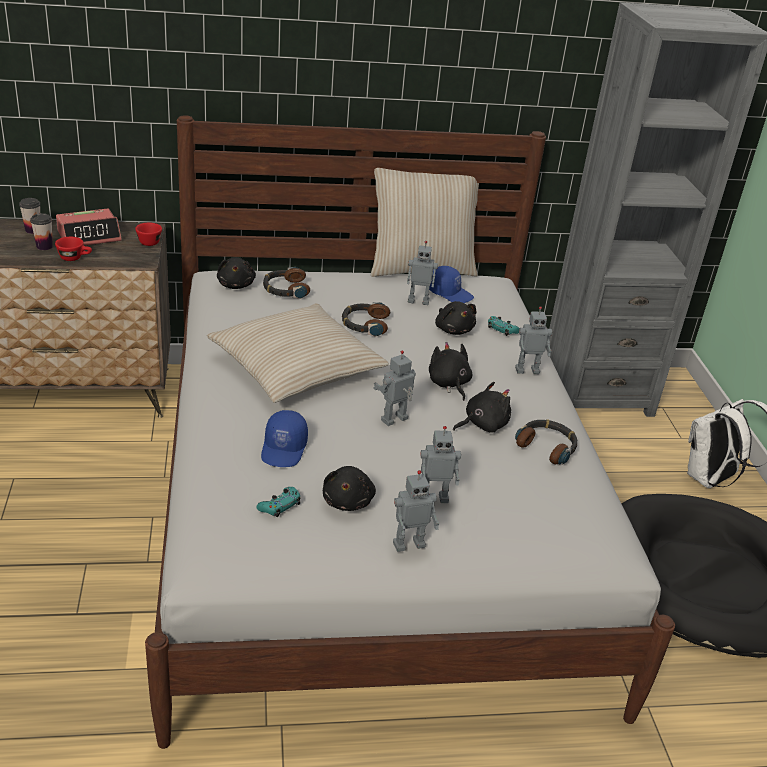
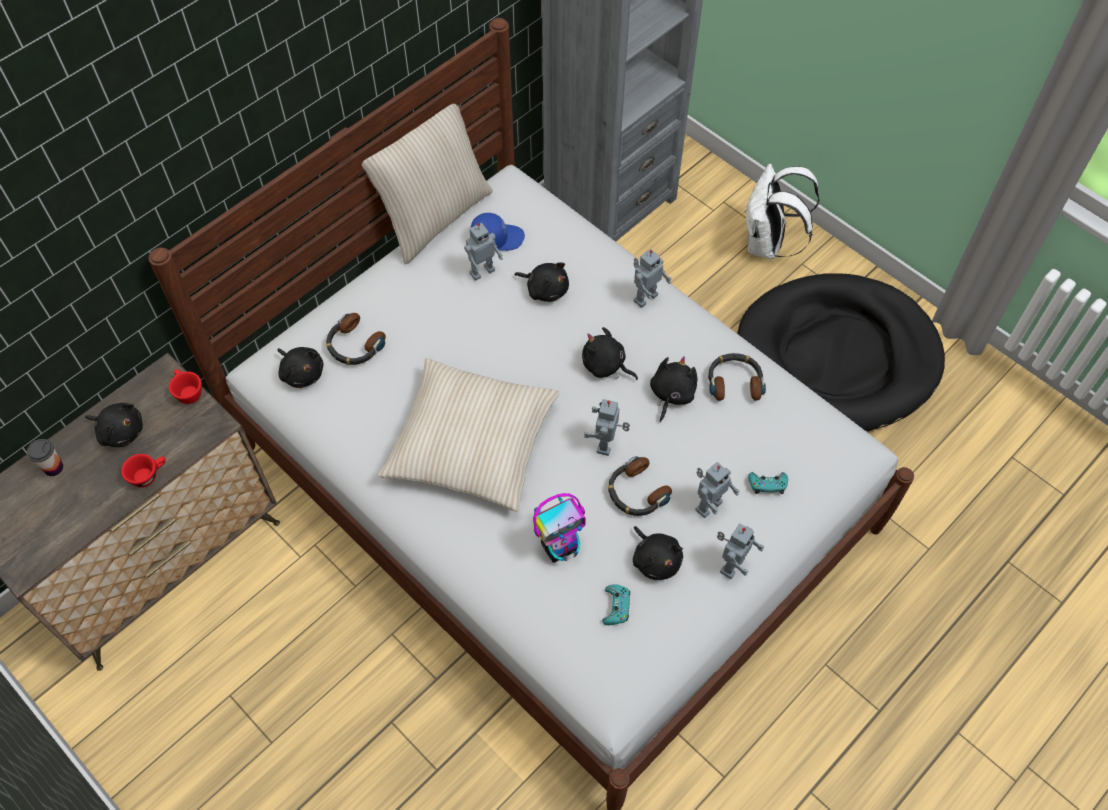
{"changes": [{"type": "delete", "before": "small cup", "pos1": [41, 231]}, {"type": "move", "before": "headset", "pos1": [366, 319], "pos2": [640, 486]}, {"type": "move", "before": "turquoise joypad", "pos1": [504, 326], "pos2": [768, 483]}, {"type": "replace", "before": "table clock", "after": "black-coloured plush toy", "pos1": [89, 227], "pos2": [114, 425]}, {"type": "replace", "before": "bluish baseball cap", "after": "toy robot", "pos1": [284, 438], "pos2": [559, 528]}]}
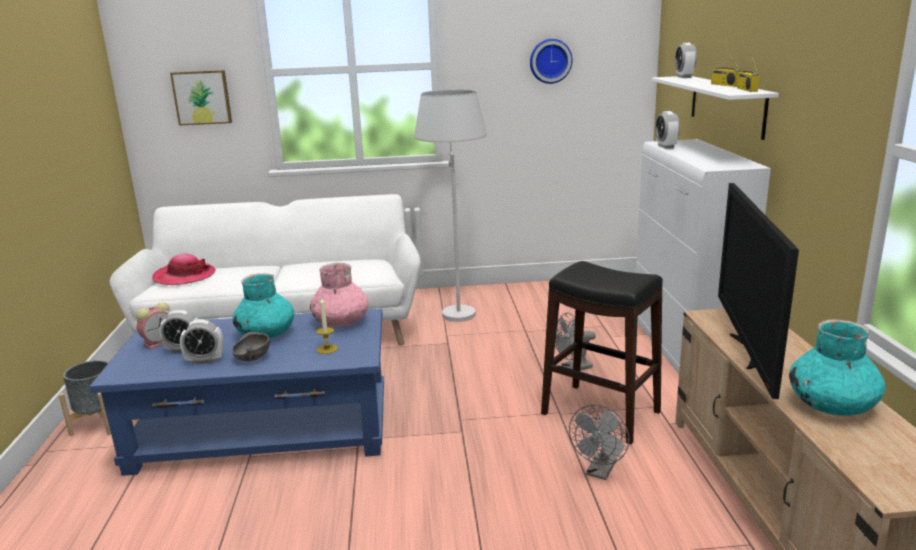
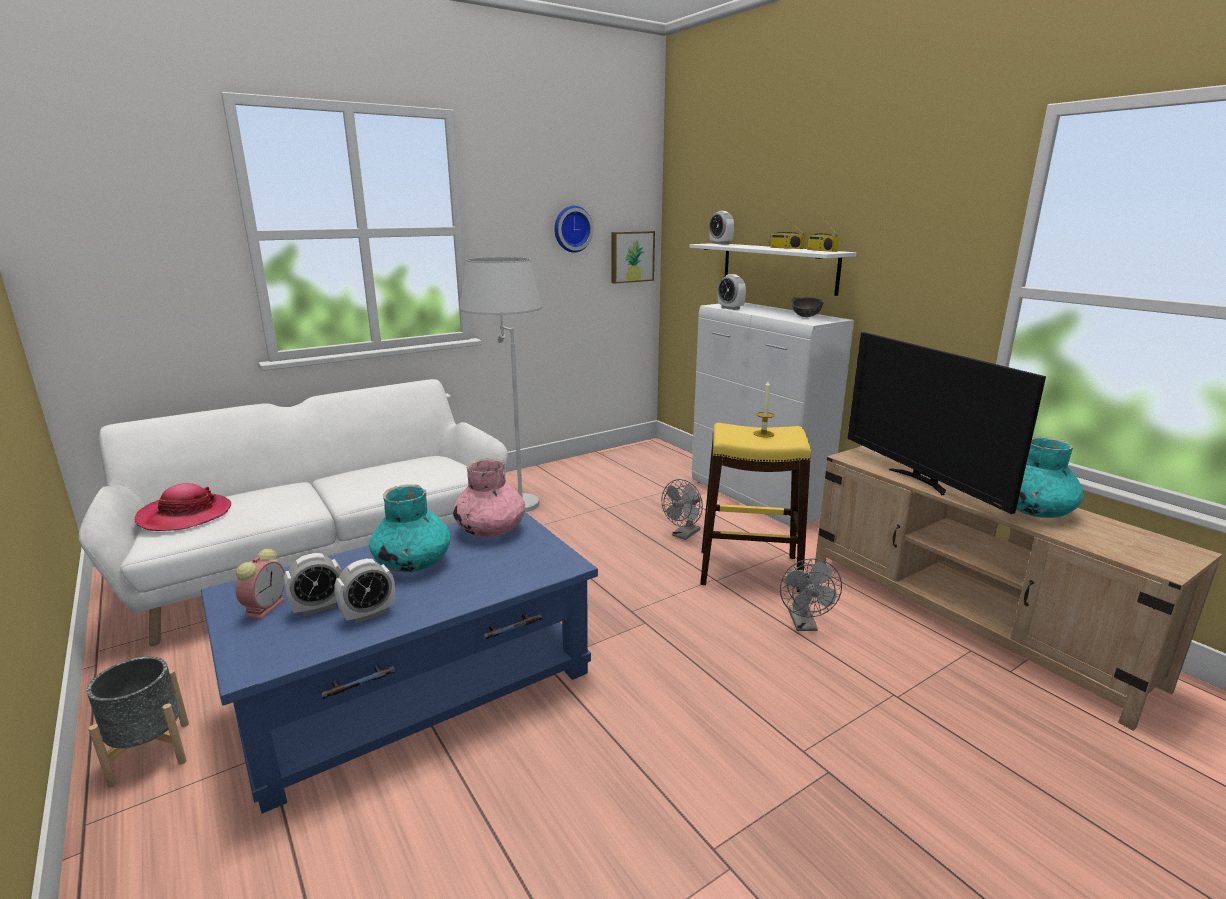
{"changes": [{"type": "move", "before": "wall picture", "pos1": [201, 98], "pos2": [633, 257]}, {"type": "move", "before": "greyish serving bowl", "pos1": [251, 346], "pos2": [808, 307]}, {"type": "move", "before": "candle", "pos1": [327, 325], "pos2": [764, 409]}, {"type": "recolor", "before": "black-coloured sitting stool", "after": "yellowish sitting stool", "pos1": [602, 352], "pos2": [755, 507]}]}
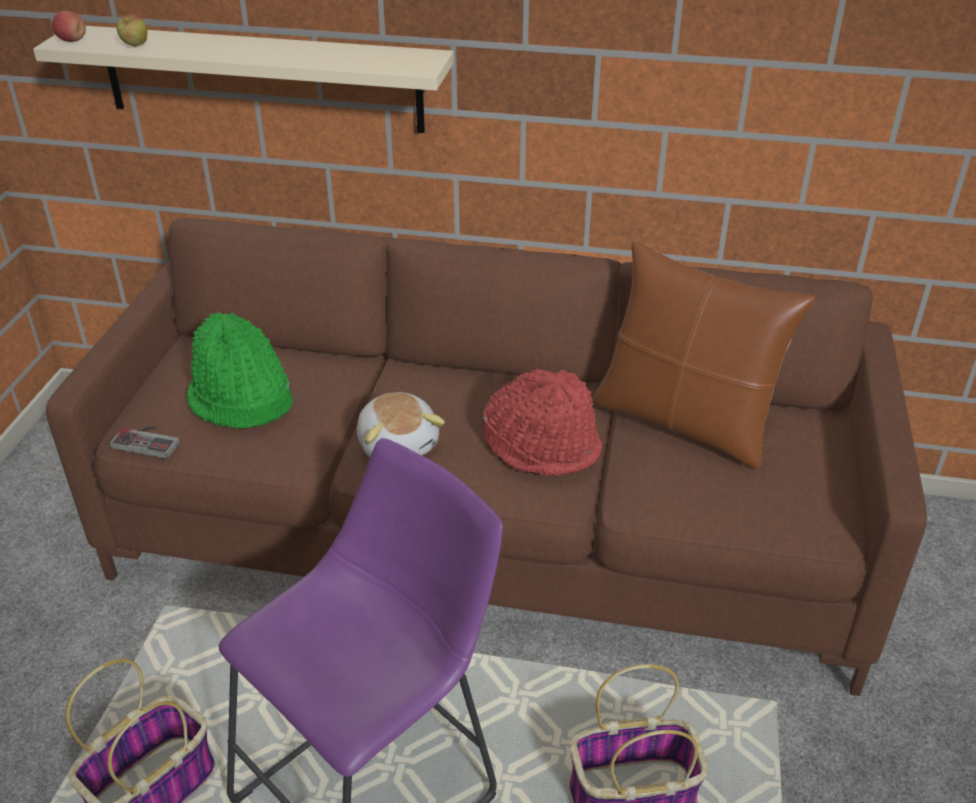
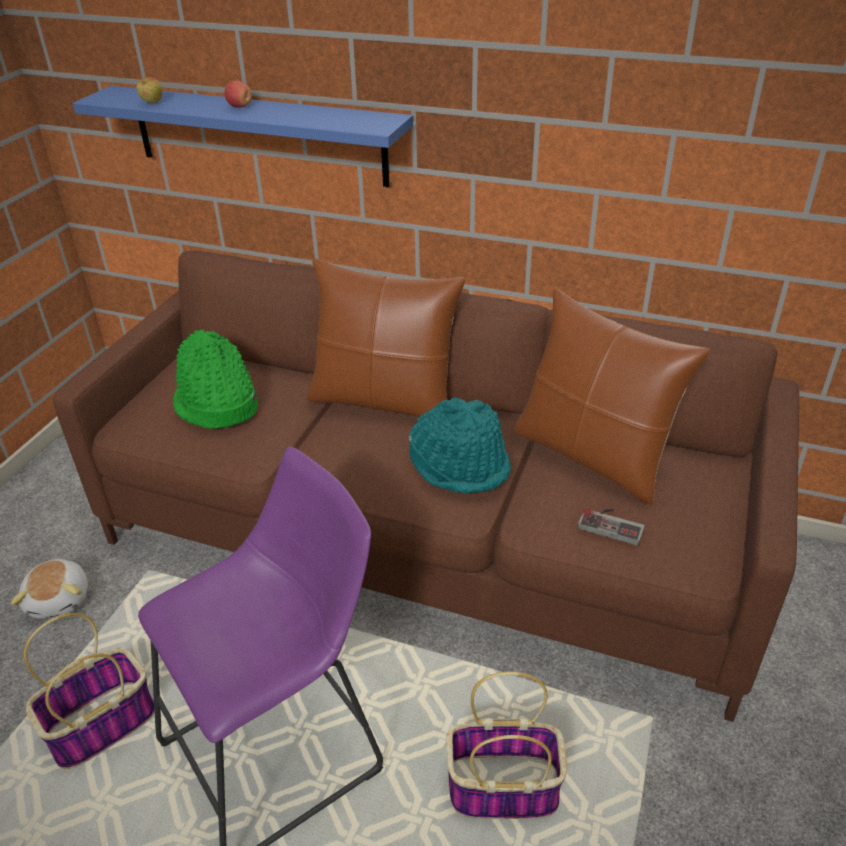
{"changes": [{"type": "insert", "after": "brown pillow", "pos2": [386, 337]}, {"type": "move", "before": "apple", "pos1": [69, 26], "pos2": [238, 94]}, {"type": "move", "before": "joypad", "pos1": [145, 442], "pos2": [611, 527]}, {"type": "move", "before": "plush toy", "pos1": [401, 424], "pos2": [49, 589]}, {"type": "recolor", "before": "beige-coloured wall shelf", "after": "bluish wall shelf", "pos1": [243, 79], "pos2": [243, 136]}, {"type": "recolor", "before": "reddish hat", "after": "turquoise hat", "pos1": [542, 422], "pos2": [459, 445]}]}
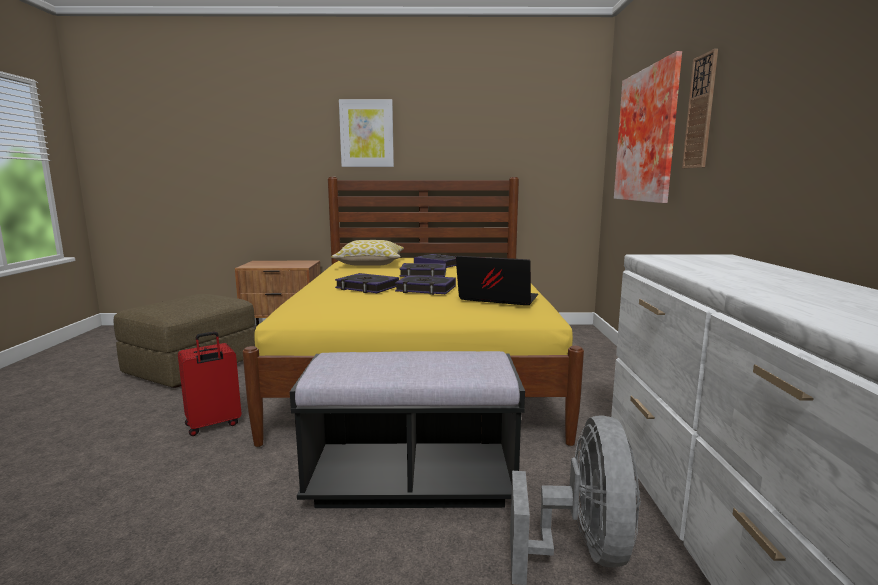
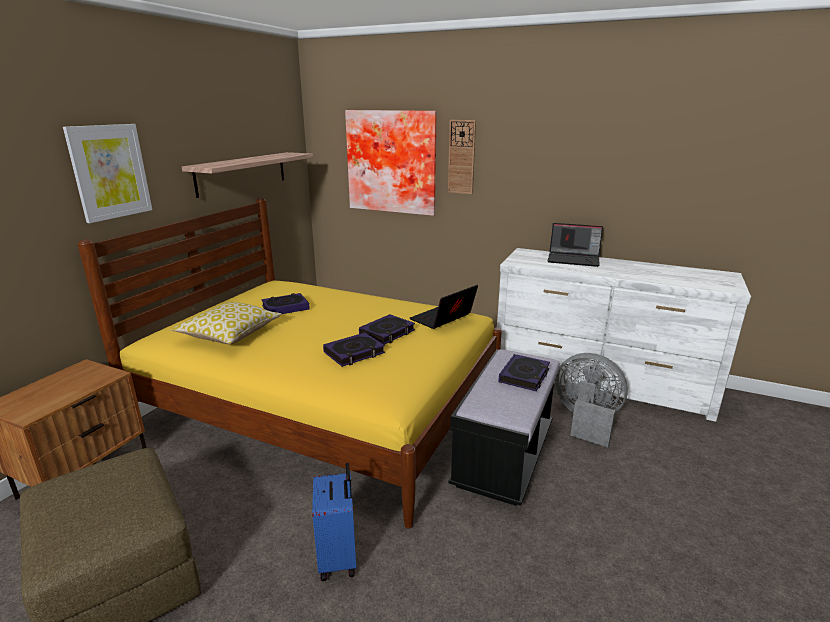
{"changes": [{"type": "insert", "after": "wall shelf", "pos2": [247, 175]}, {"type": "insert", "after": "portable computer", "pos2": [575, 245]}, {"type": "move", "before": "volume", "pos1": [422, 270], "pos2": [524, 372]}, {"type": "recolor", "before": "reddish travel case", "after": "bluish travel case", "pos1": [210, 383], "pos2": [334, 522]}]}
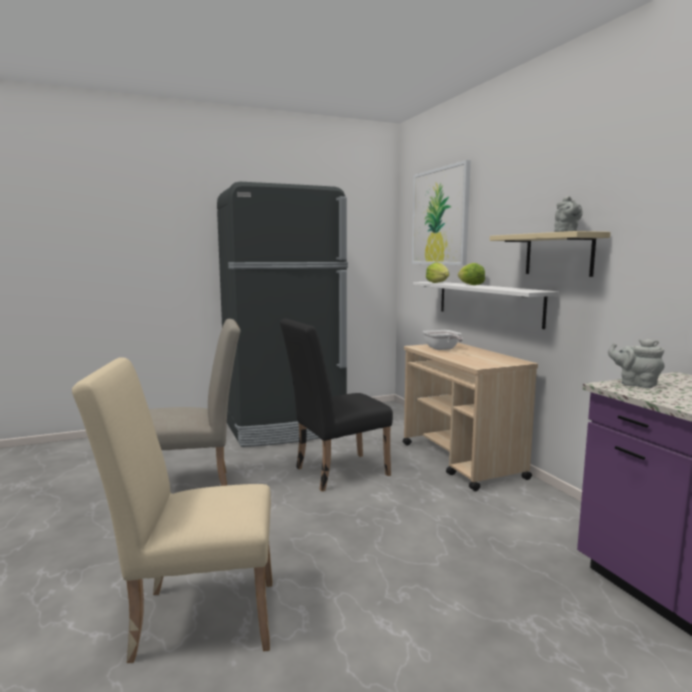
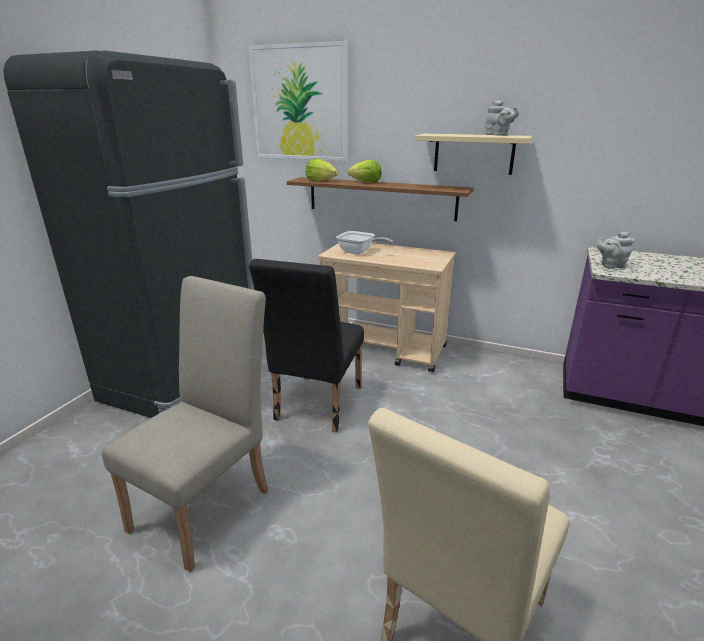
{"changes": [{"type": "recolor", "before": "white wall shelf", "after": "brown wall shelf", "pos1": [486, 305], "pos2": [380, 199]}]}
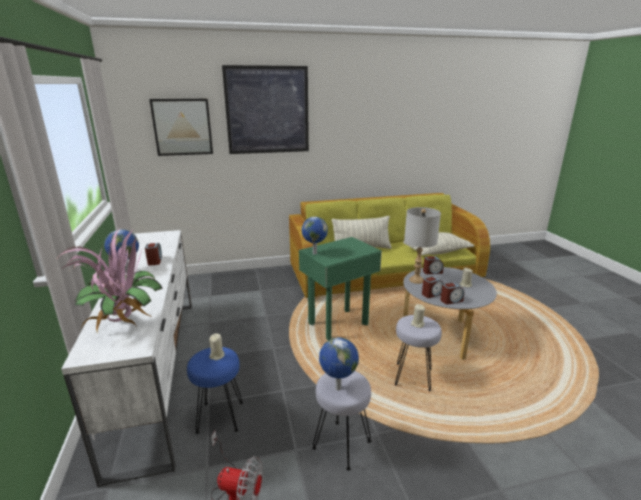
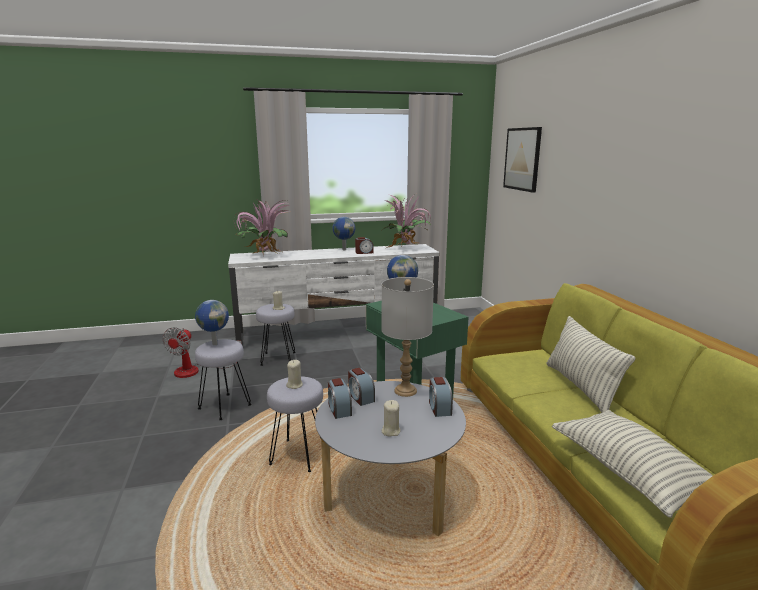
{"changes": [{"type": "delete", "before": "wall picture", "pos1": [265, 109]}, {"type": "insert", "after": "potted plant", "pos2": [406, 221]}, {"type": "recolor", "before": "bluish sitting stool", "after": "greyish sitting stool", "pos1": [215, 390], "pos2": [276, 335]}]}
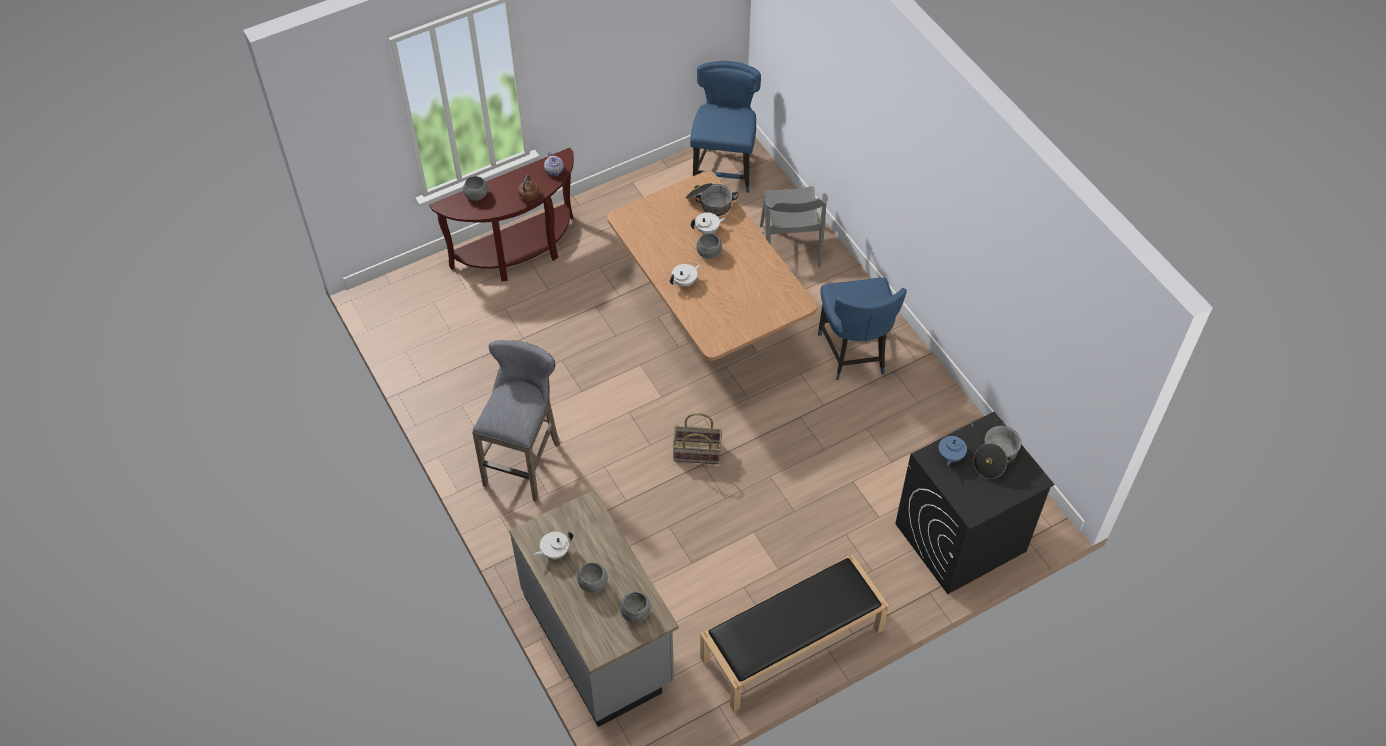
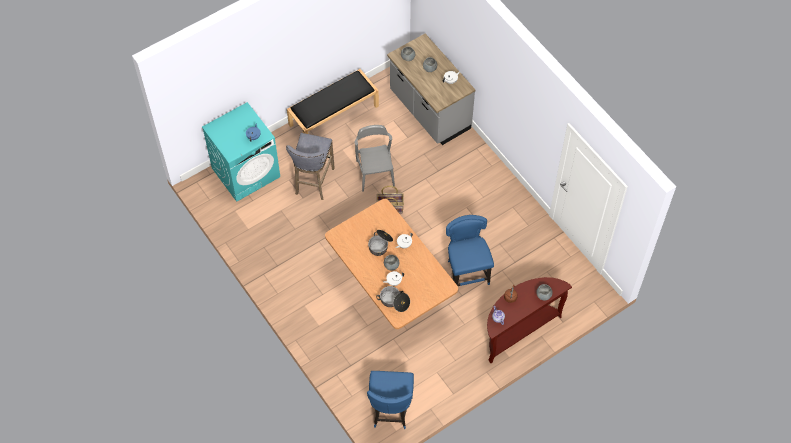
{"changes": [{"type": "move", "before": "greyish sitting stool", "pos1": [516, 421], "pos2": [310, 166]}, {"type": "move", "before": "greyish upright chair", "pos1": [794, 227], "pos2": [375, 158]}, {"type": "move", "before": "bluish upright chair", "pos1": [862, 329], "pos2": [470, 250]}, {"type": "move", "before": "cooking pot", "pos1": [997, 449], "pos2": [380, 243]}, {"type": "recolor", "before": "black-coloured washing machine", "after": "turquoise washing machine", "pos1": [974, 503], "pos2": [241, 152]}]}
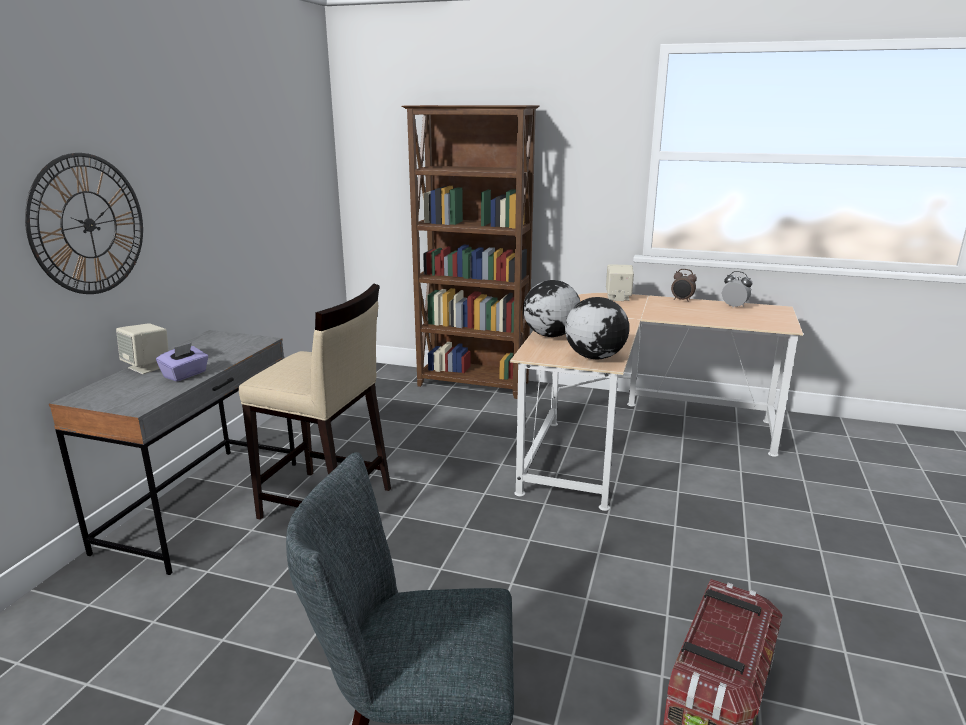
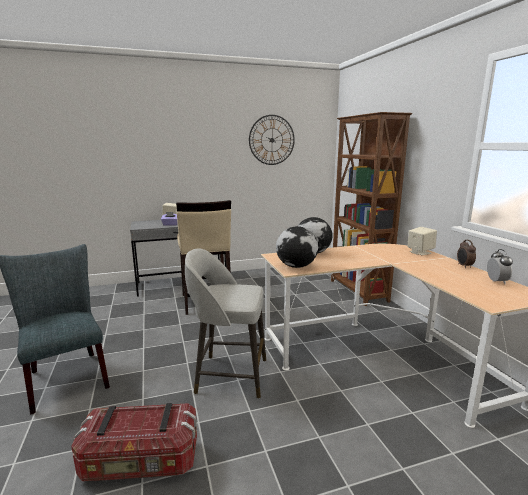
{"changes": [{"type": "insert", "after": "greyish sitting stool", "pos2": [225, 323]}, {"type": "move", "before": "wall clock", "pos1": [84, 223], "pos2": [272, 140]}]}
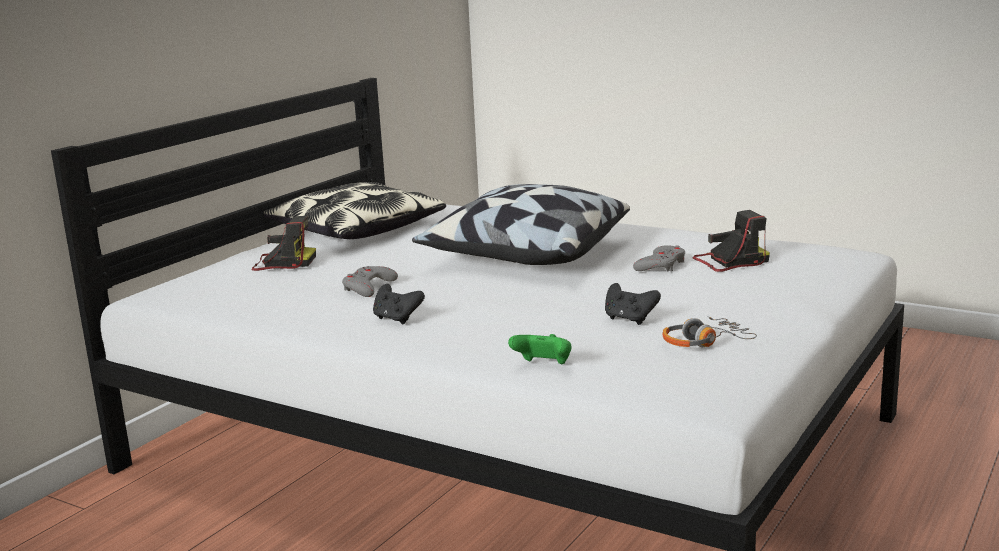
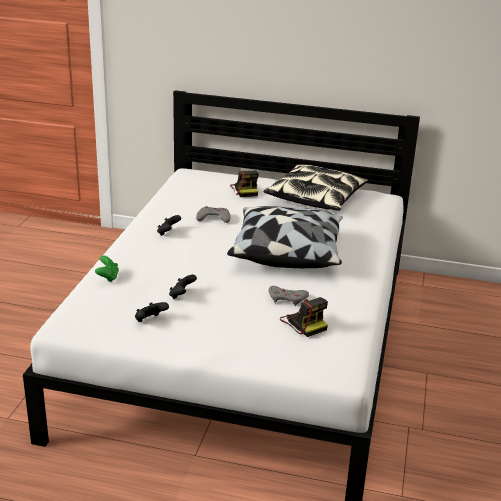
{"changes": [{"type": "replace", "before": "headset", "after": "black-coloured joypad", "pos1": [709, 331], "pos2": [152, 312]}]}
